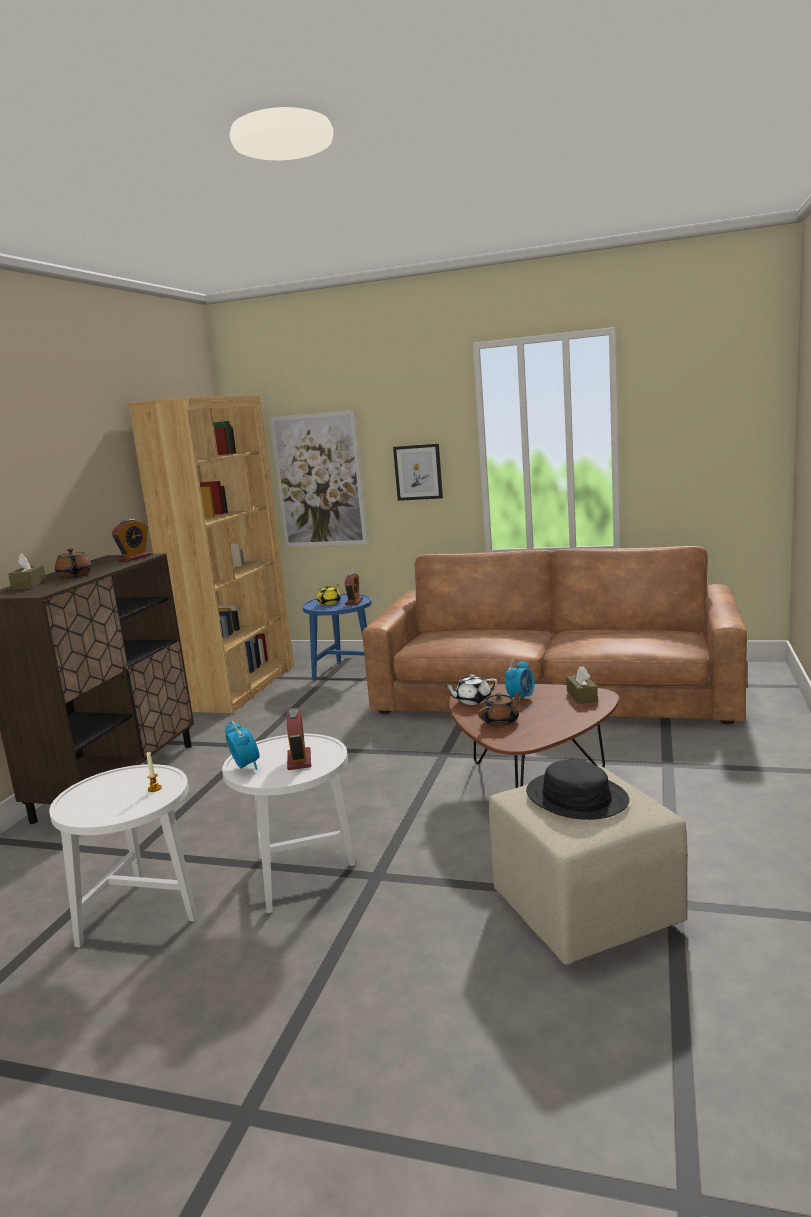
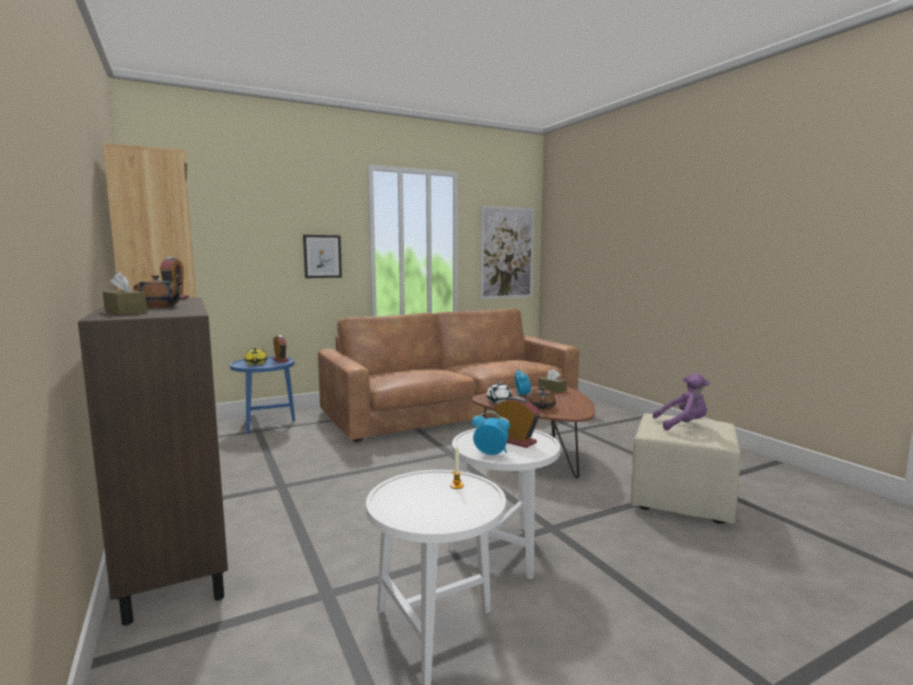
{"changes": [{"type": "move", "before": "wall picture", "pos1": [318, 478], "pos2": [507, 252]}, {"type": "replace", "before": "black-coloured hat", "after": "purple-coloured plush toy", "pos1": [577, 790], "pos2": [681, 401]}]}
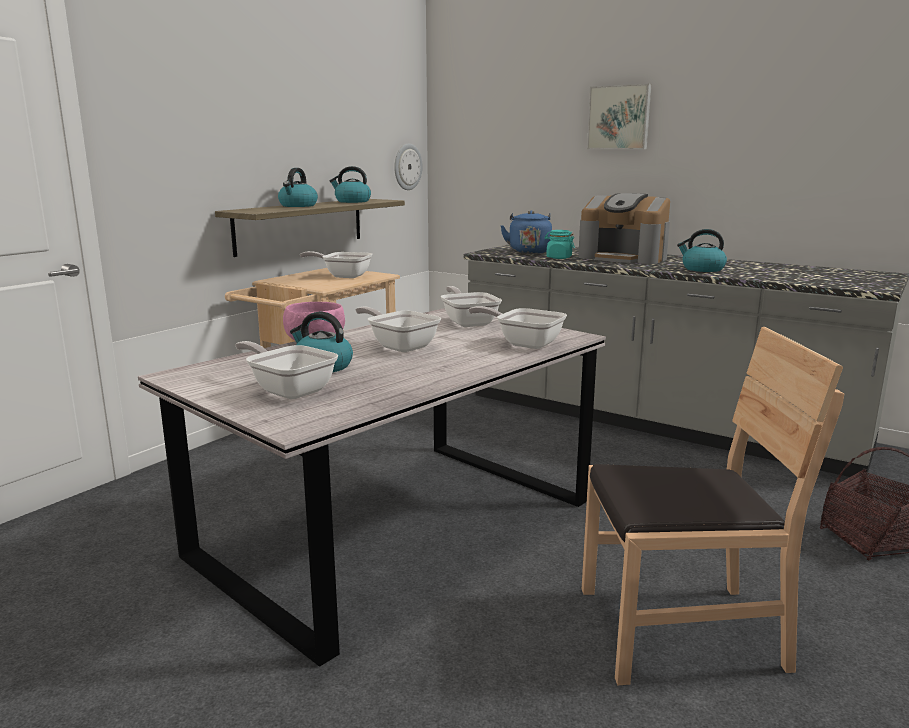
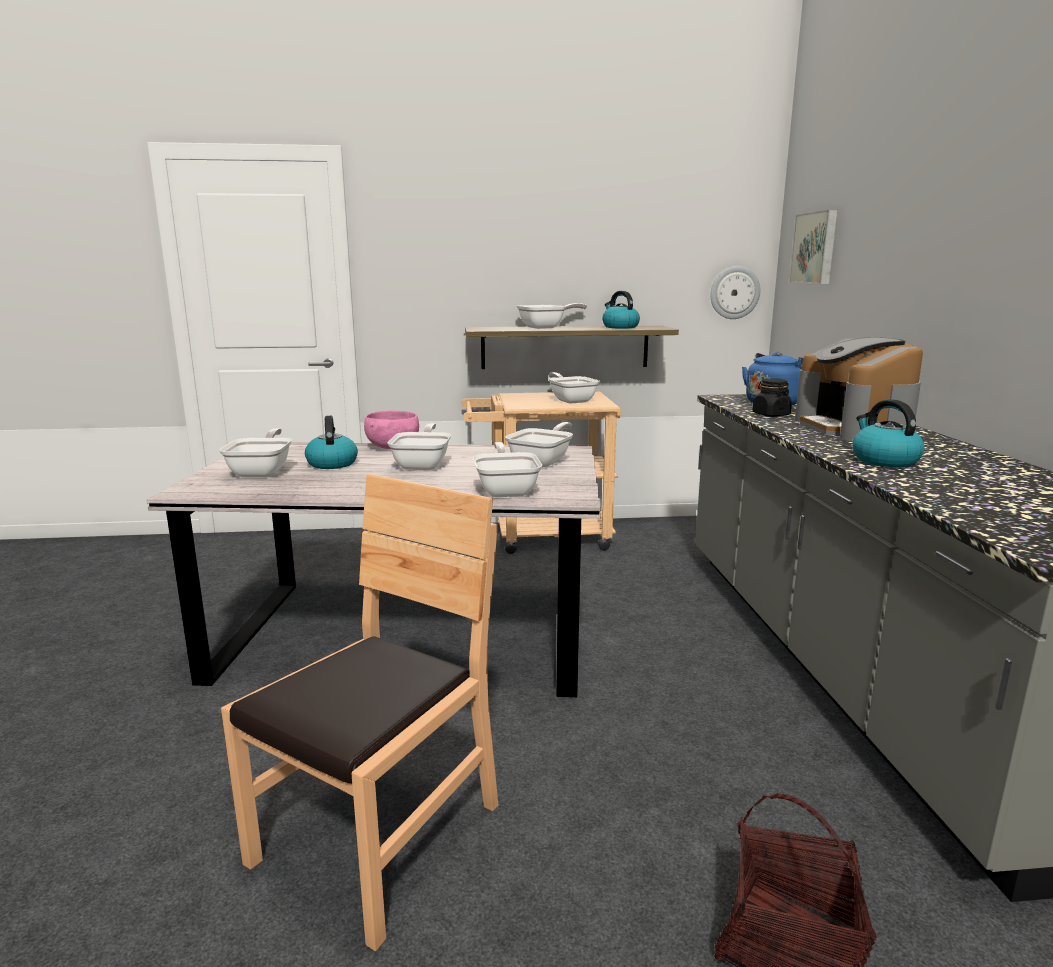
{"changes": [{"type": "move", "before": "wall picture", "pos1": [619, 116], "pos2": [813, 247]}, {"type": "replace", "before": "tea kettle", "after": "skillet", "pos1": [298, 187], "pos2": [552, 316]}, {"type": "recolor", "before": "turquoise storage jar", "after": "black-coloured storage jar", "pos1": [559, 244], "pos2": [772, 397]}, {"type": "rotate", "before": "brown upright chair", "pos1": [713, 506], "pos2": [359, 712], "turn": -105}]}
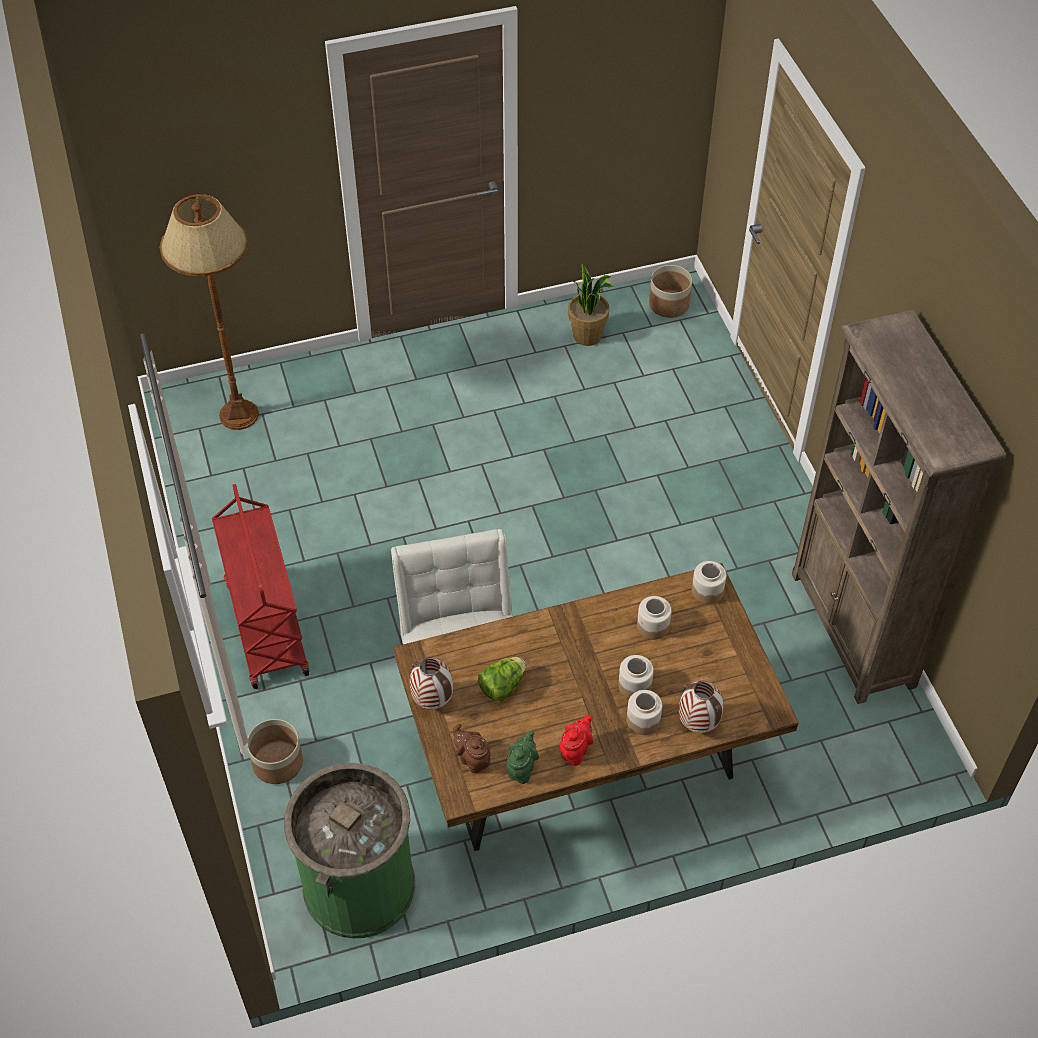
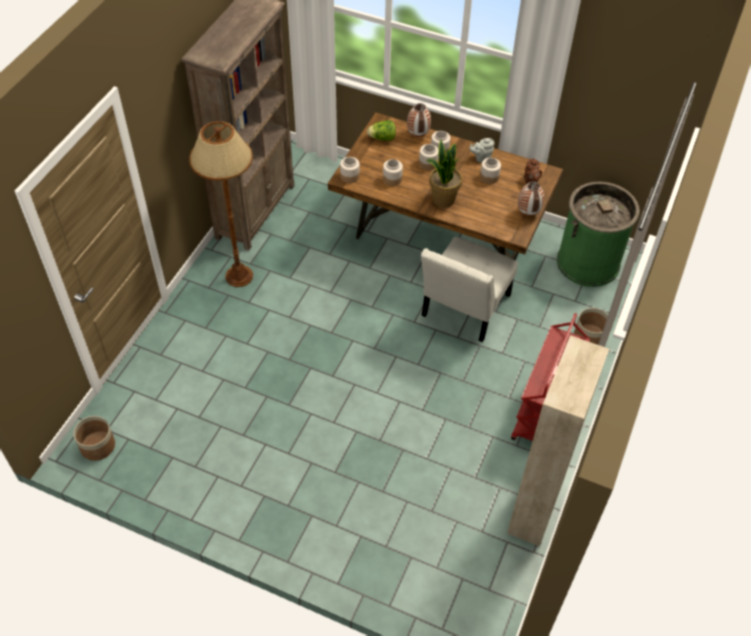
{"changes": [{"type": "delete", "before": "greenish tea pot", "pos1": [522, 757]}, {"type": "insert", "after": "storage jar", "pos2": [490, 171]}, {"type": "insert", "after": "beige-coloured cupboard", "pos2": [558, 440]}, {"type": "move", "before": "brown standard lamp", "pos1": [209, 312], "pos2": [221, 204]}, {"type": "move", "before": "head of lettuce", "pos1": [502, 679], "pos2": [381, 130]}, {"type": "move", "before": "potted plant", "pos1": [591, 305], "pos2": [444, 174]}, {"type": "recolor", "before": "reddish tea pot", "after": "greyish tea pot", "pos1": [576, 740], "pos2": [481, 150]}]}
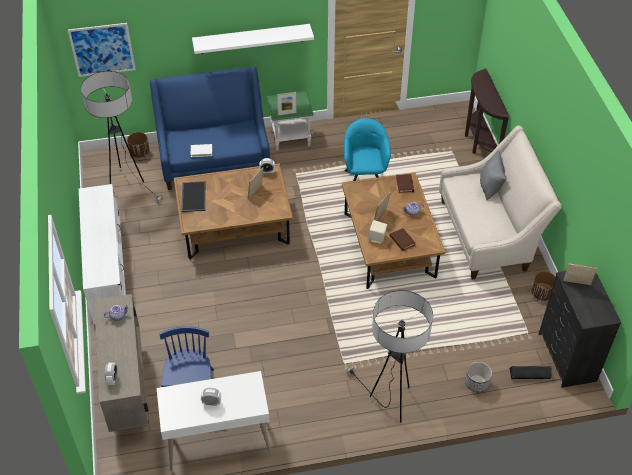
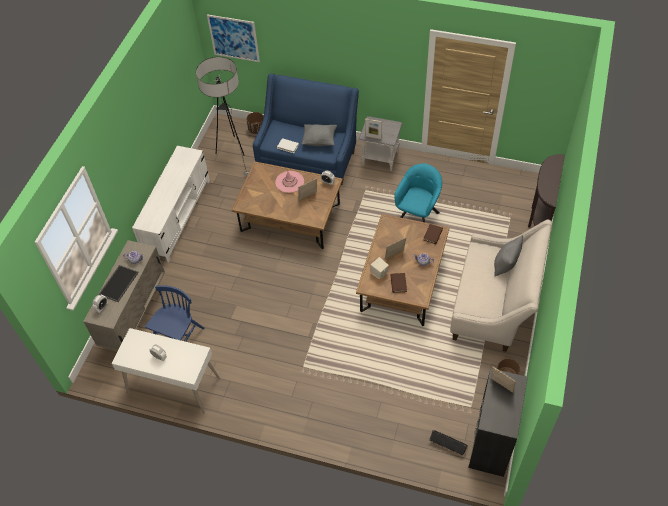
{"changes": [{"type": "delete", "before": "white wall shelf", "pos1": [253, 39]}, {"type": "delete", "before": "standard lamp", "pos1": [390, 356]}, {"type": "delete", "before": "planter", "pos1": [478, 377]}, {"type": "insert", "after": "pink hat", "pos2": [289, 182]}, {"type": "insert", "after": "greyish pillow", "pos2": [319, 135]}, {"type": "move", "before": "carrying tray", "pos1": [193, 196], "pos2": [118, 283]}, {"type": "recolor", "before": "greenish accent table", "after": "greyish accent table", "pos1": [290, 121], "pos2": [381, 143]}]}
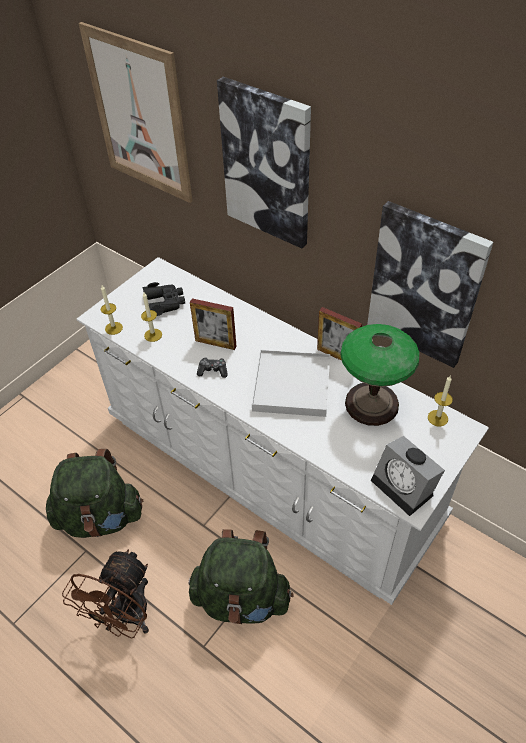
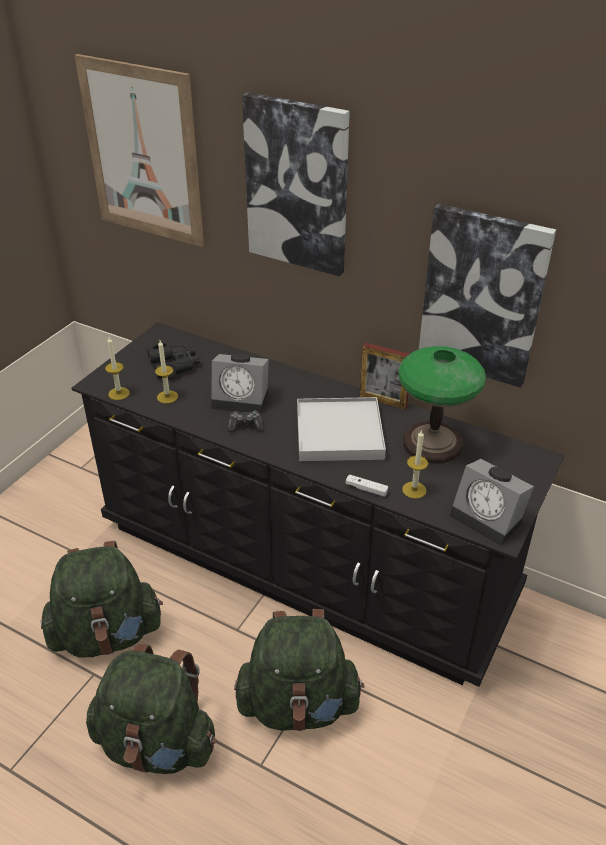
{"changes": [{"type": "insert", "after": "white joypad", "pos2": [367, 485]}, {"type": "move", "before": "candle", "pos1": [440, 401], "pos2": [415, 464]}, {"type": "replace", "before": "brown cooling fan", "after": "greenish backpack", "pos1": [105, 594], "pos2": [151, 709]}, {"type": "replace", "before": "picture frame", "after": "table clock", "pos1": [213, 324], "pos2": [240, 384]}, {"type": "recolor", "before": "white dresser", "after": "black-coloured dresser", "pos1": [283, 431], "pos2": [318, 504]}]}
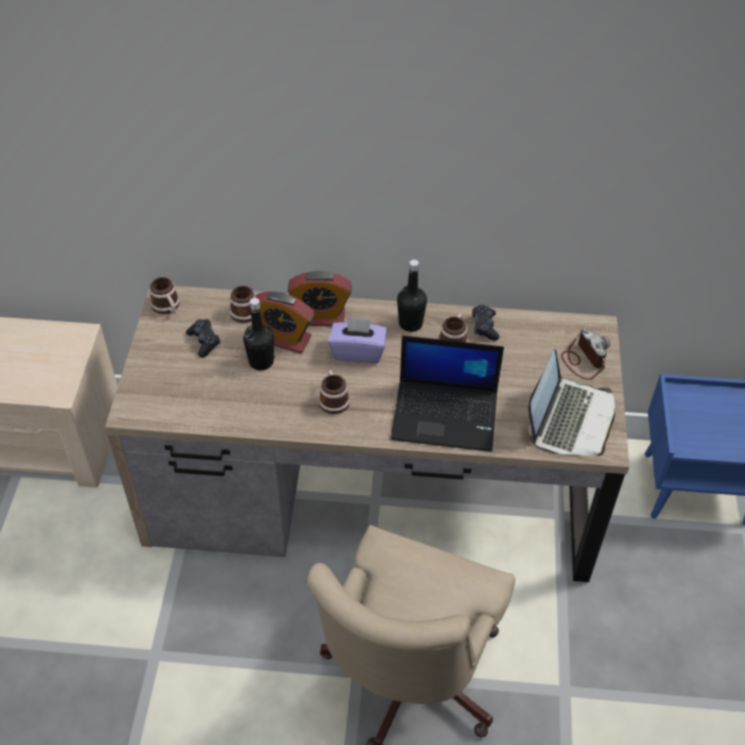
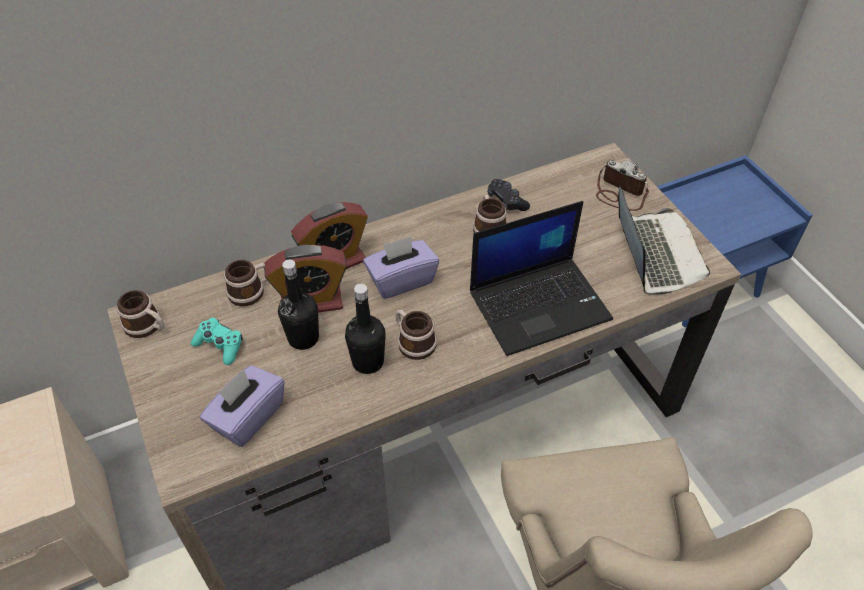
{"changes": [{"type": "insert", "after": "purple-coloured box of tissues", "pos2": [242, 406]}, {"type": "move", "before": "black-coloured bottle", "pos1": [412, 295], "pos2": [365, 329]}, {"type": "recolor", "before": "black-coloured joypad", "after": "turquoise joypad", "pos1": [203, 338], "pos2": [217, 341]}]}
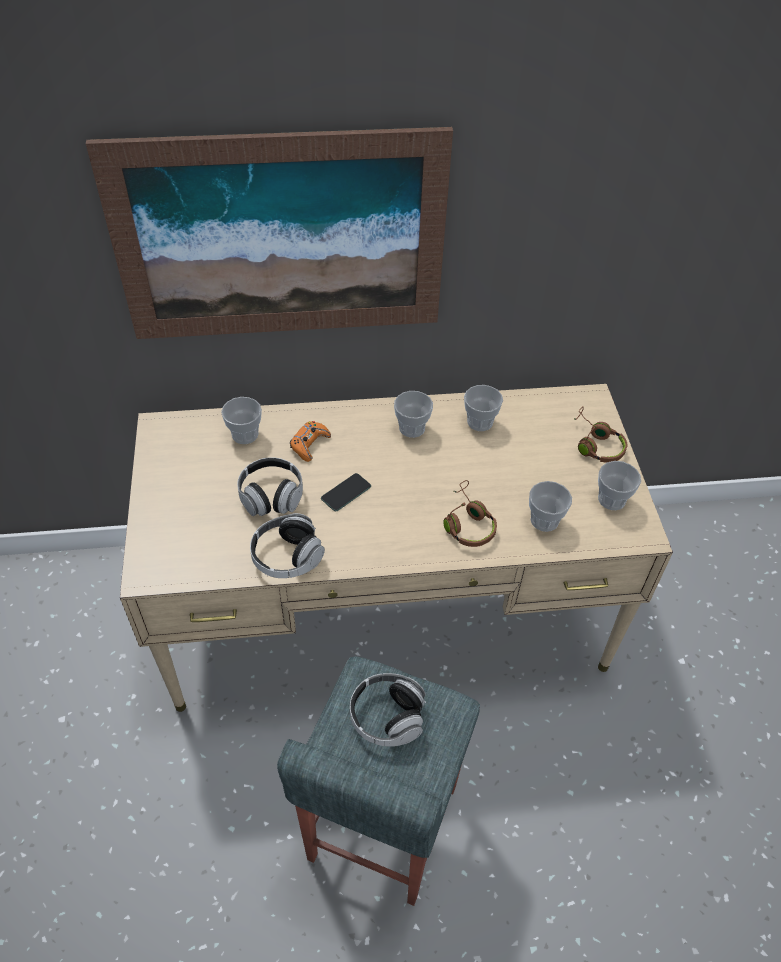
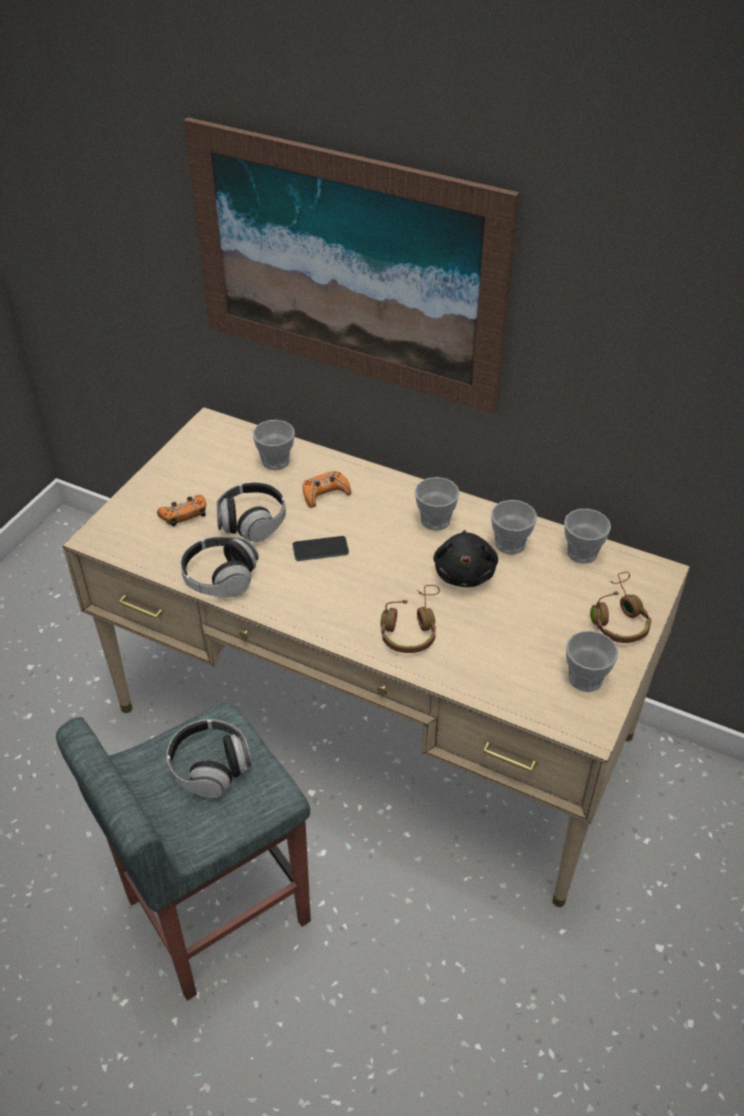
{"changes": [{"type": "insert", "after": "orange joypad", "pos2": [181, 511]}, {"type": "insert", "after": "black-coloured plush toy", "pos2": [465, 558]}, {"type": "move", "before": "small cup", "pos1": [550, 506], "pos2": [587, 536]}]}
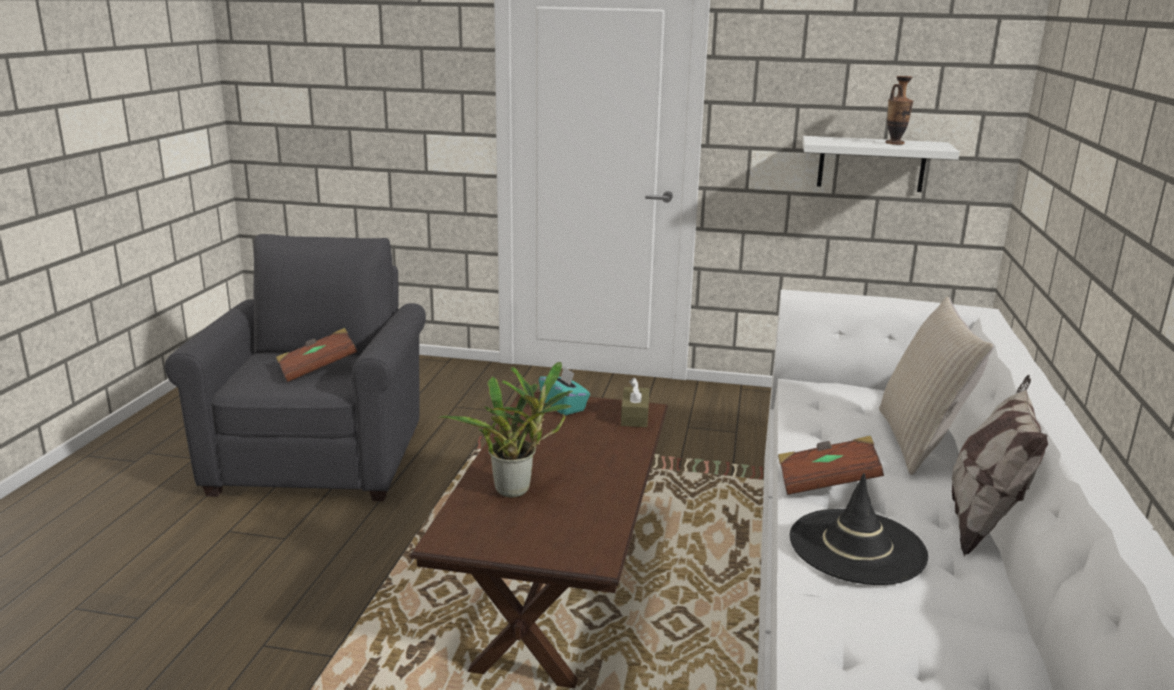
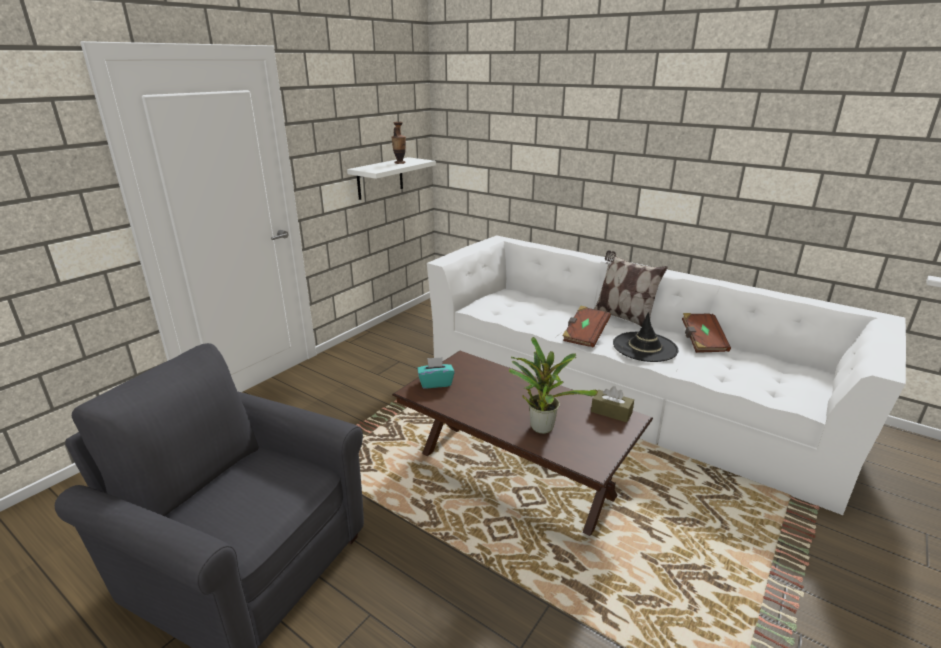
{"changes": [{"type": "delete", "before": "beige-coloured pillow", "pos1": [936, 385]}, {"type": "move", "before": "brown volume", "pos1": [316, 355], "pos2": [706, 333]}, {"type": "move", "before": "brown box of tissues", "pos1": [635, 402], "pos2": [612, 404]}]}
